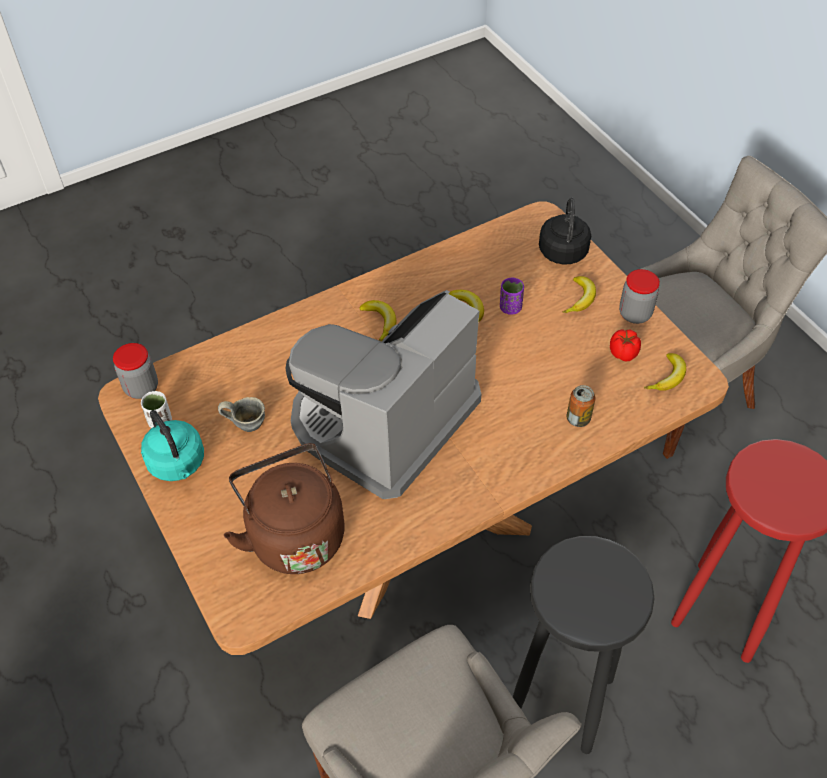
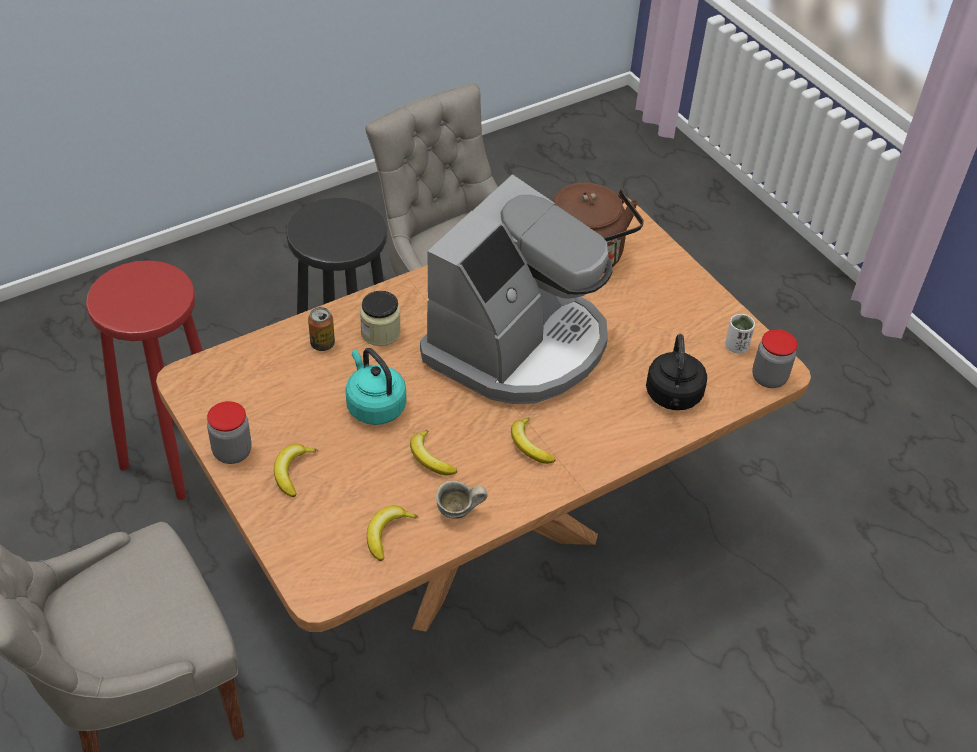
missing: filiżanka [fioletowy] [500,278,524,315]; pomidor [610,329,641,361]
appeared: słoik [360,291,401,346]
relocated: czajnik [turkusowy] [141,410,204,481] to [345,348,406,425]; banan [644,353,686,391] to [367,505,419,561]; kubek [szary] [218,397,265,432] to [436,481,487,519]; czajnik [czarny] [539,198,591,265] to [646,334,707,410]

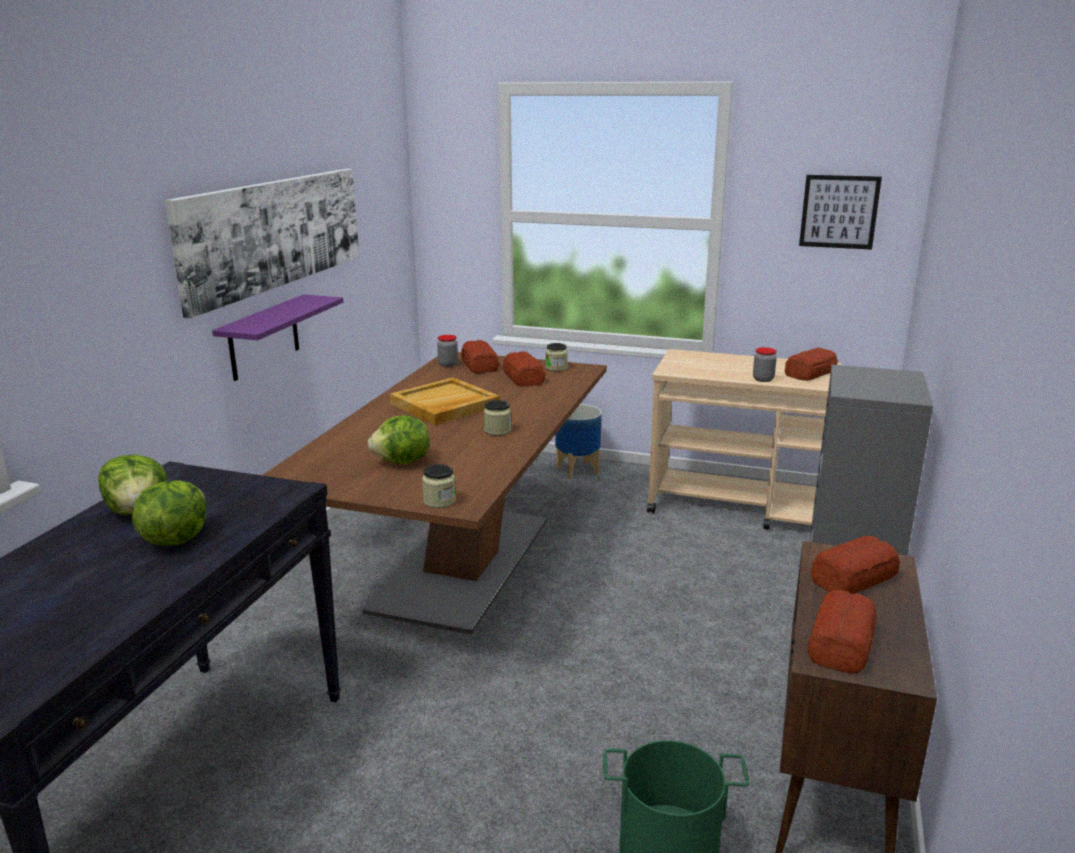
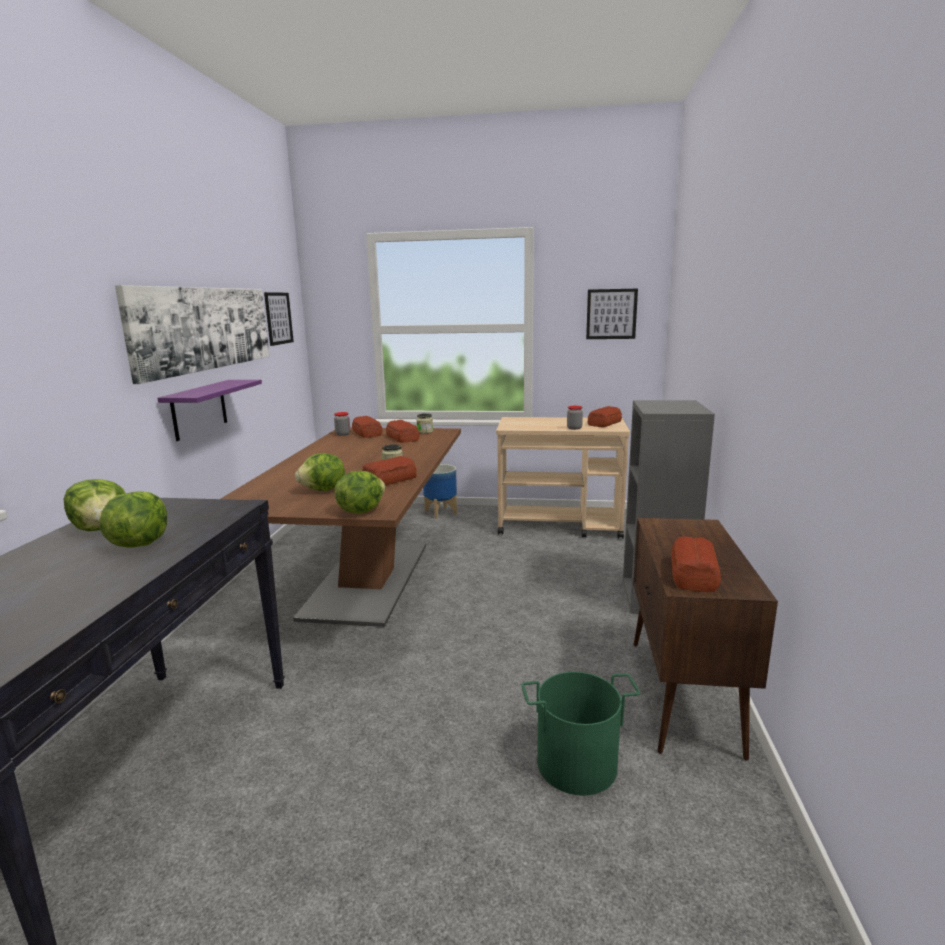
missing: taca [beżowy] [390,377,500,425]
appeared: obraz [264,292,294,346]
relocated: chleb [811,536,900,594] to [362,456,417,485]
exchanged: słoik [422,464,456,508] to sałata [334,471,385,513]

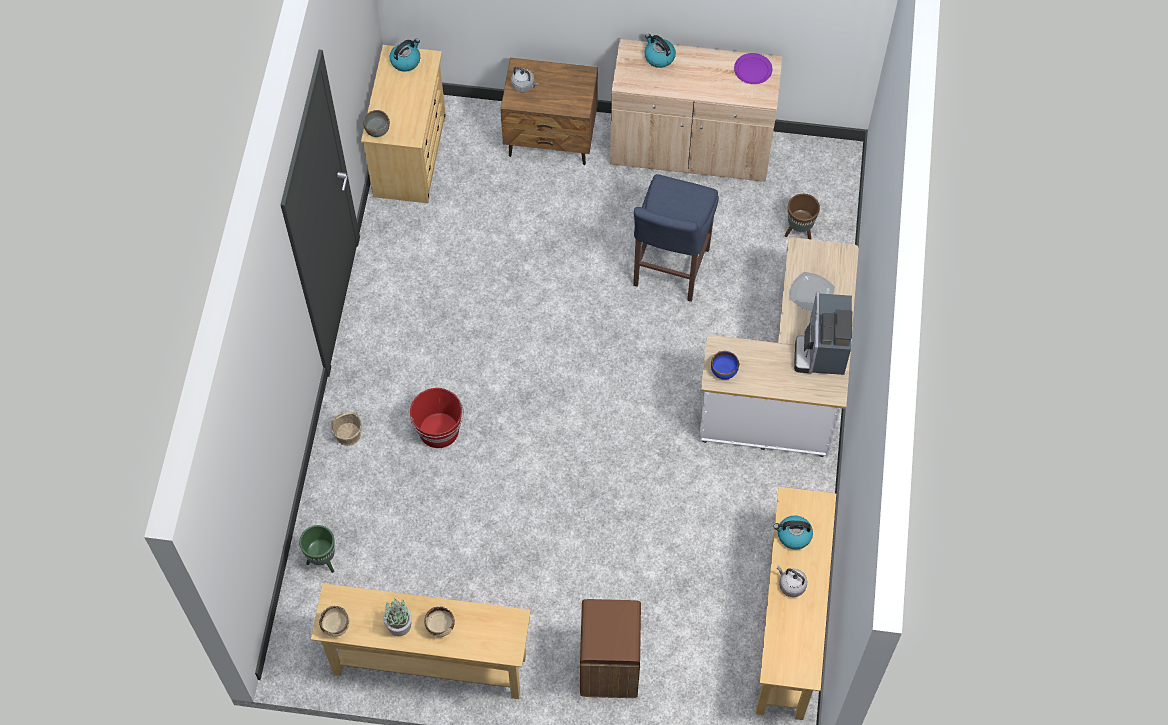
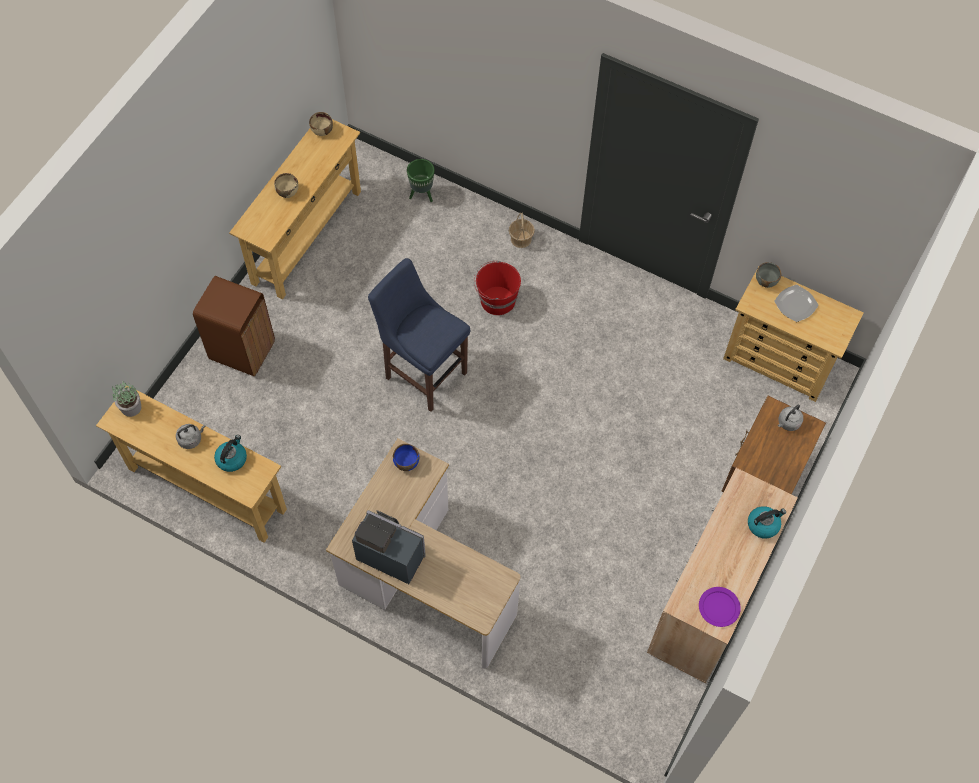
missing: czajnik [389,39,420,72]; donica [brązowy] [785,194,820,240]
relocated: roślina doniczkowa [383,598,412,636] to [112,381,141,417]; stołek [niebieski] [633,174,719,302] to [368,258,470,412]; talerz [789,272,835,311] to [774,285,818,322]

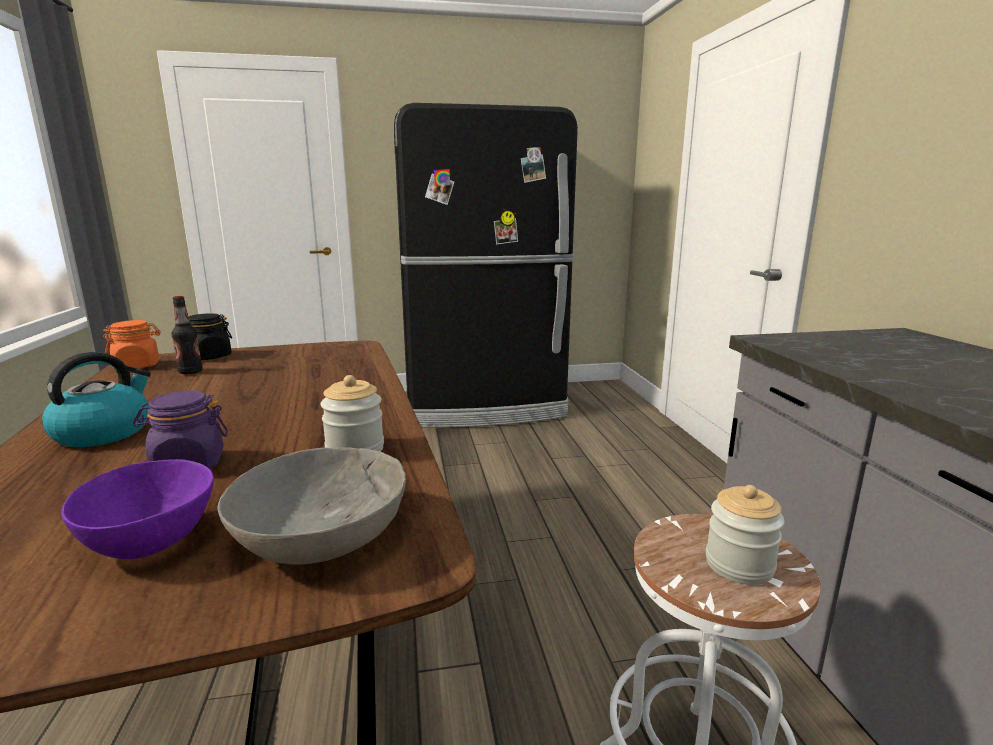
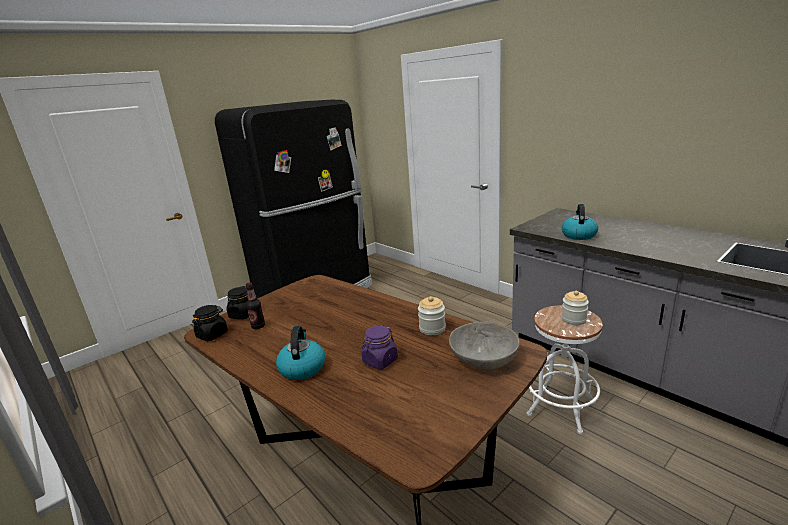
missing: miska [fioletowy] [61,459,214,559]
appeared: czajnik [562,204,598,240]
colour: słoik [pomarańczowy] [103,320,161,369] to słoik [czarny] [192,305,228,341]

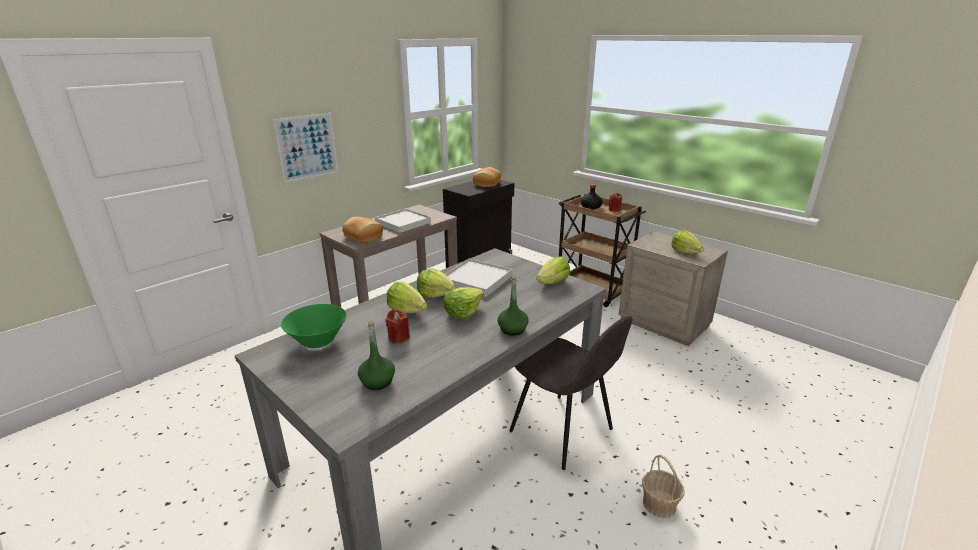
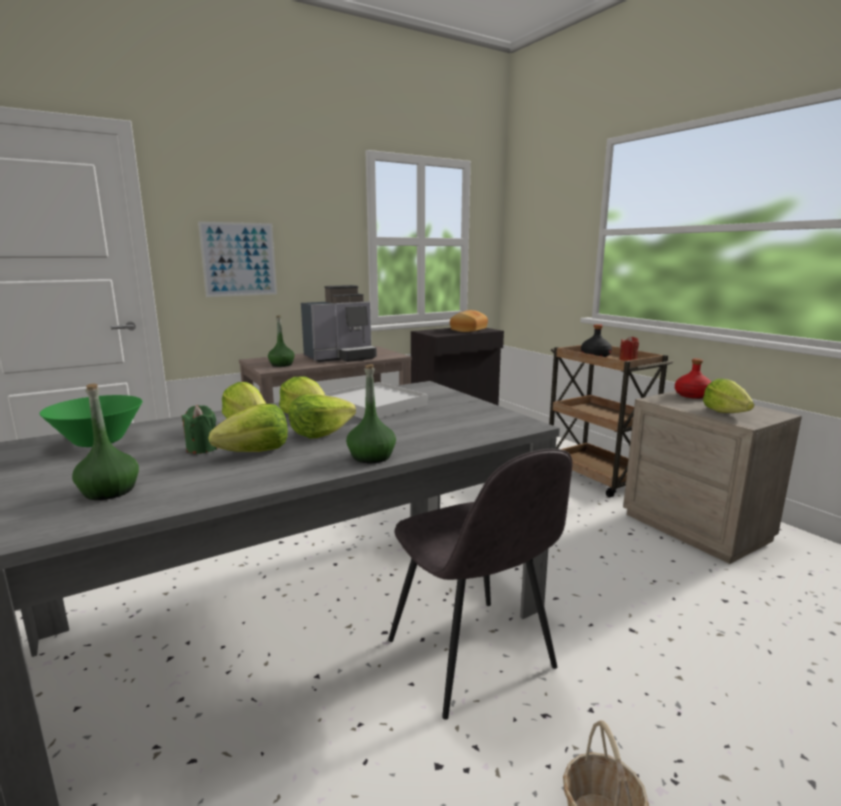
appeared: butelka [czerwony] [675,359,711,399]
relocated: sałata [537,257,570,284] to [208,404,288,452]
exchanged: chleb [342,217,383,243] to butelka [zielony] [268,315,295,367]; taca [biały] [375,209,431,233] to ekspres do kawy [301,285,377,362]
colour: świeca [czerwony] [385,309,410,343] to świeca [zielony] [181,405,218,454]

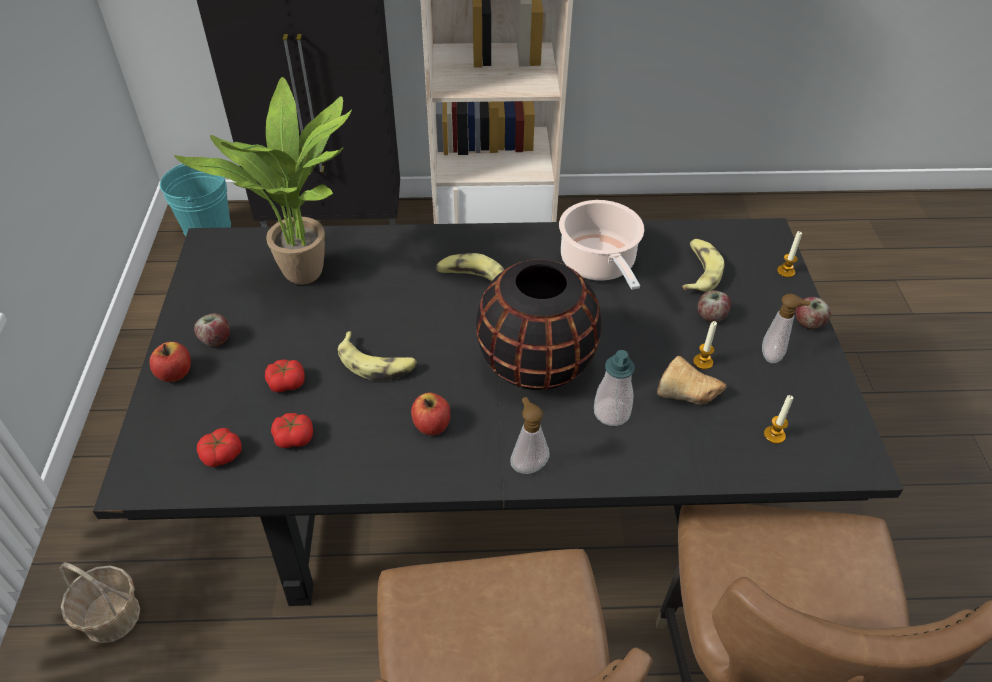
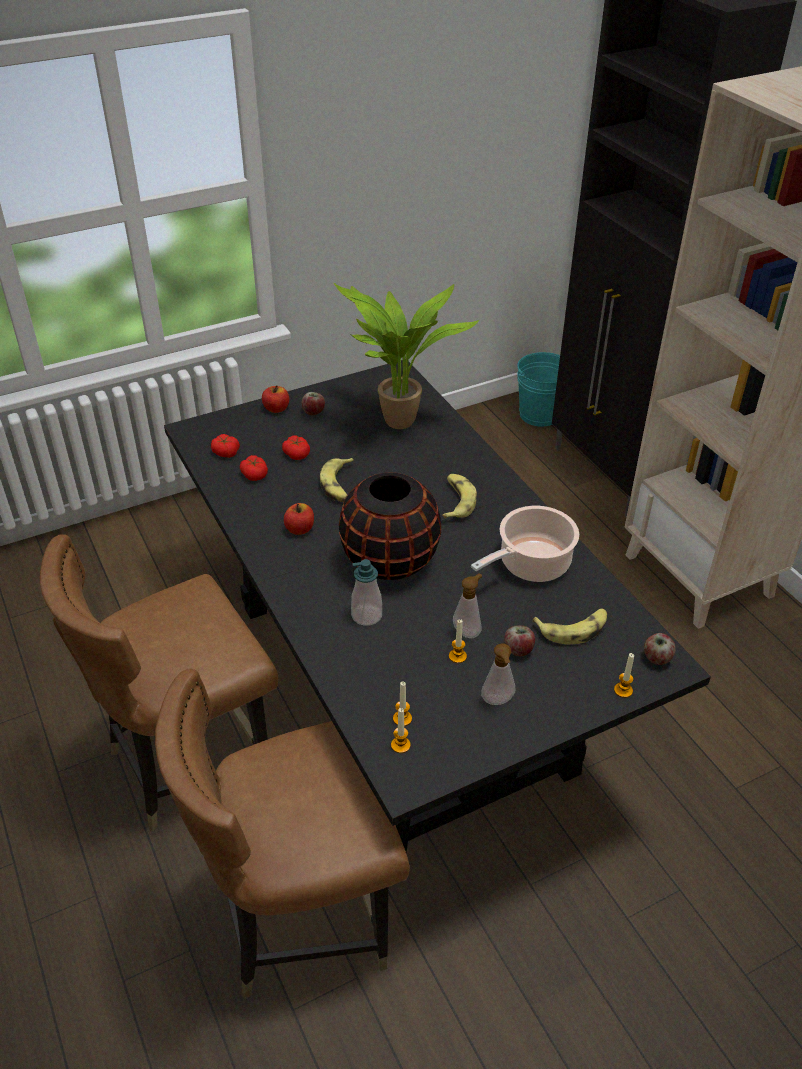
missing: koszyk [59,562,140,643]; chleb [657,356,727,405]
appeared: świeca [391,708,411,753]
relocated: dozownik mydła [510,397,549,474] to [453,573,482,638]; jabłko [795,297,831,329] to [644,633,676,665]

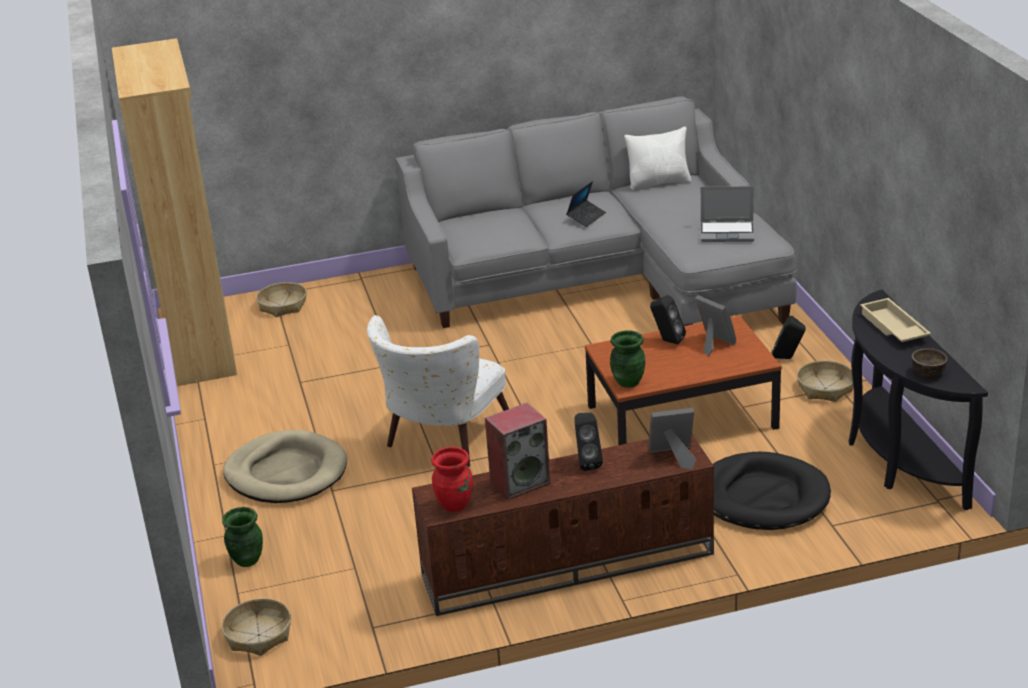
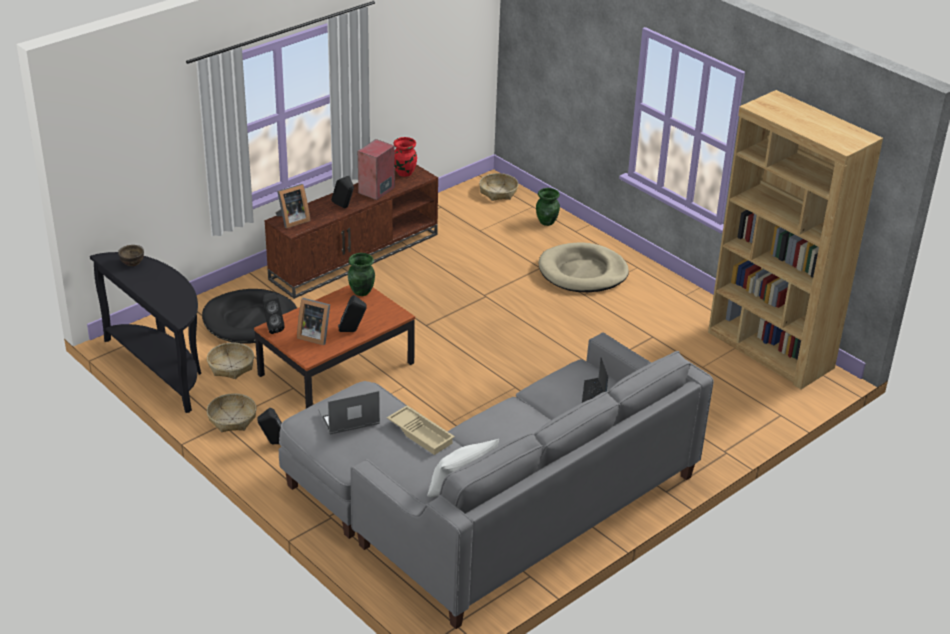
missing: fotel [biały] [367,315,509,467]
appeared: głośnik [czarny] [262,293,285,334]
relocated: koszyk [256,282,307,317] to [207,342,254,379]; taca [beżowy] [860,298,931,342] to [387,406,455,455]; laptop [566,181,606,227] to [582,358,608,403]

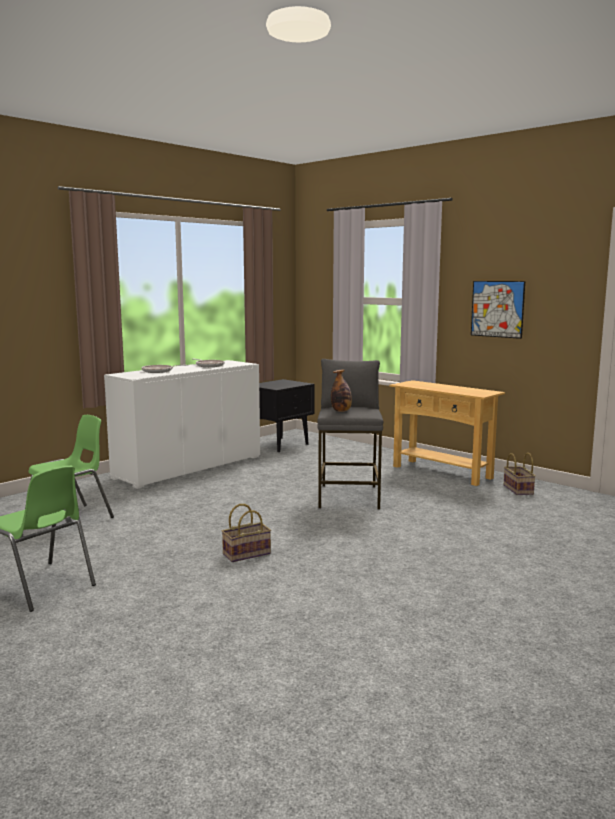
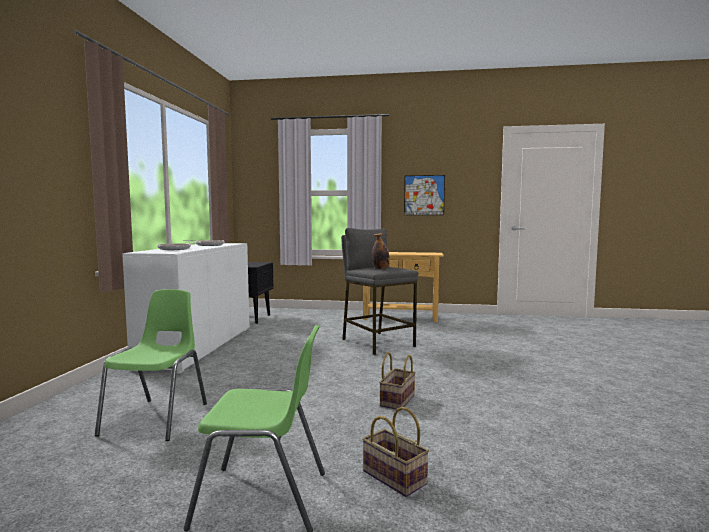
relocated: koszyk [504,453,536,495] to [362,407,429,497]

